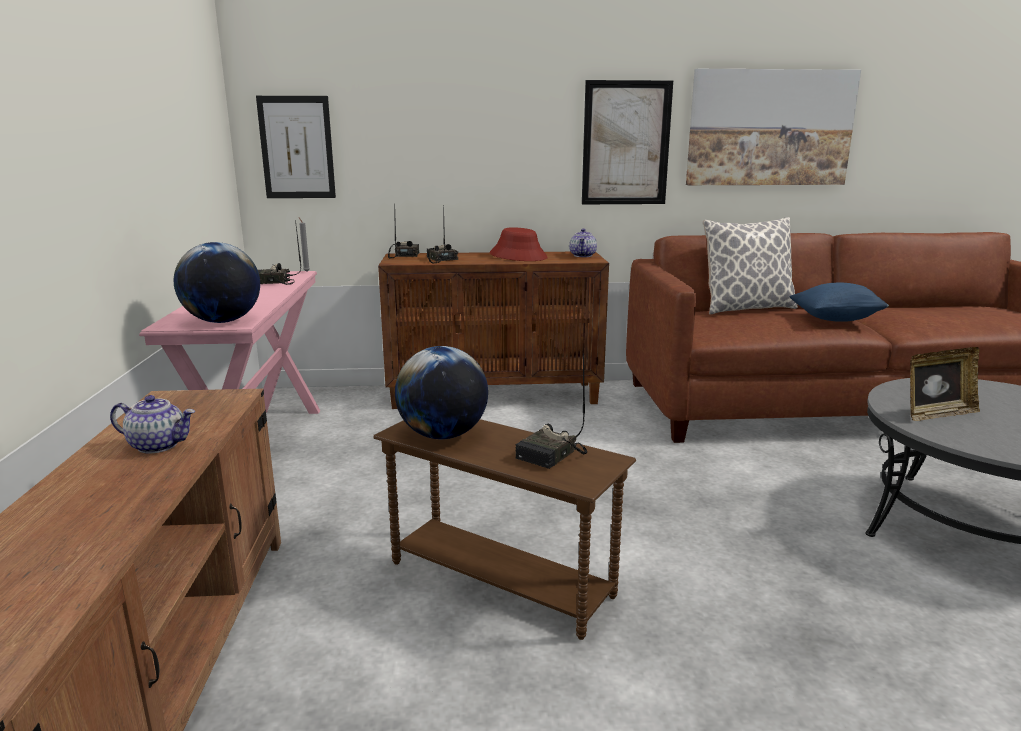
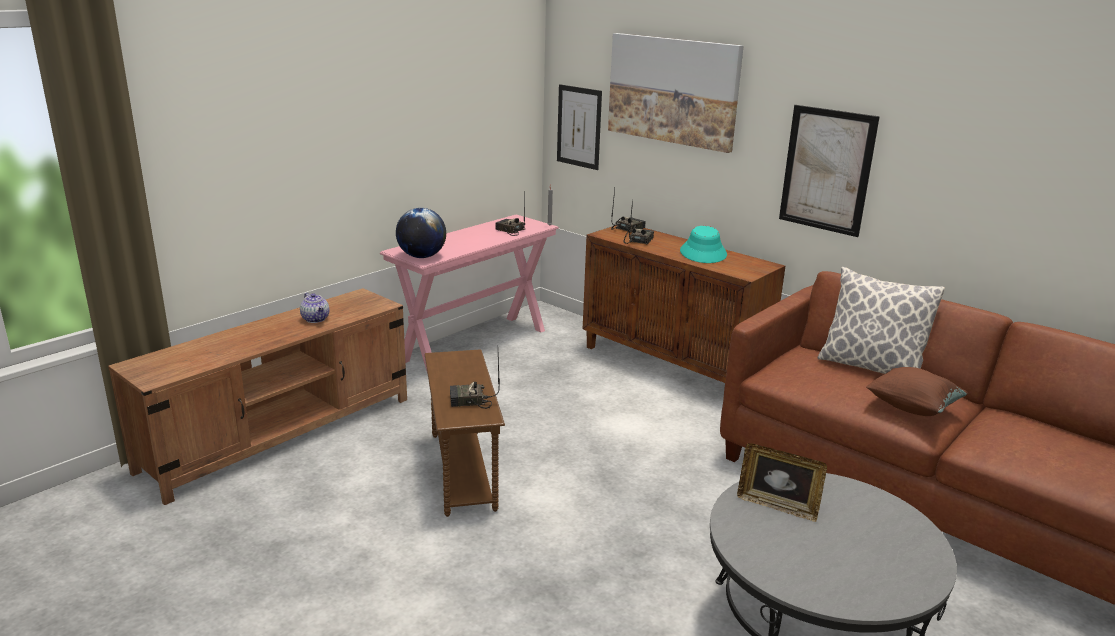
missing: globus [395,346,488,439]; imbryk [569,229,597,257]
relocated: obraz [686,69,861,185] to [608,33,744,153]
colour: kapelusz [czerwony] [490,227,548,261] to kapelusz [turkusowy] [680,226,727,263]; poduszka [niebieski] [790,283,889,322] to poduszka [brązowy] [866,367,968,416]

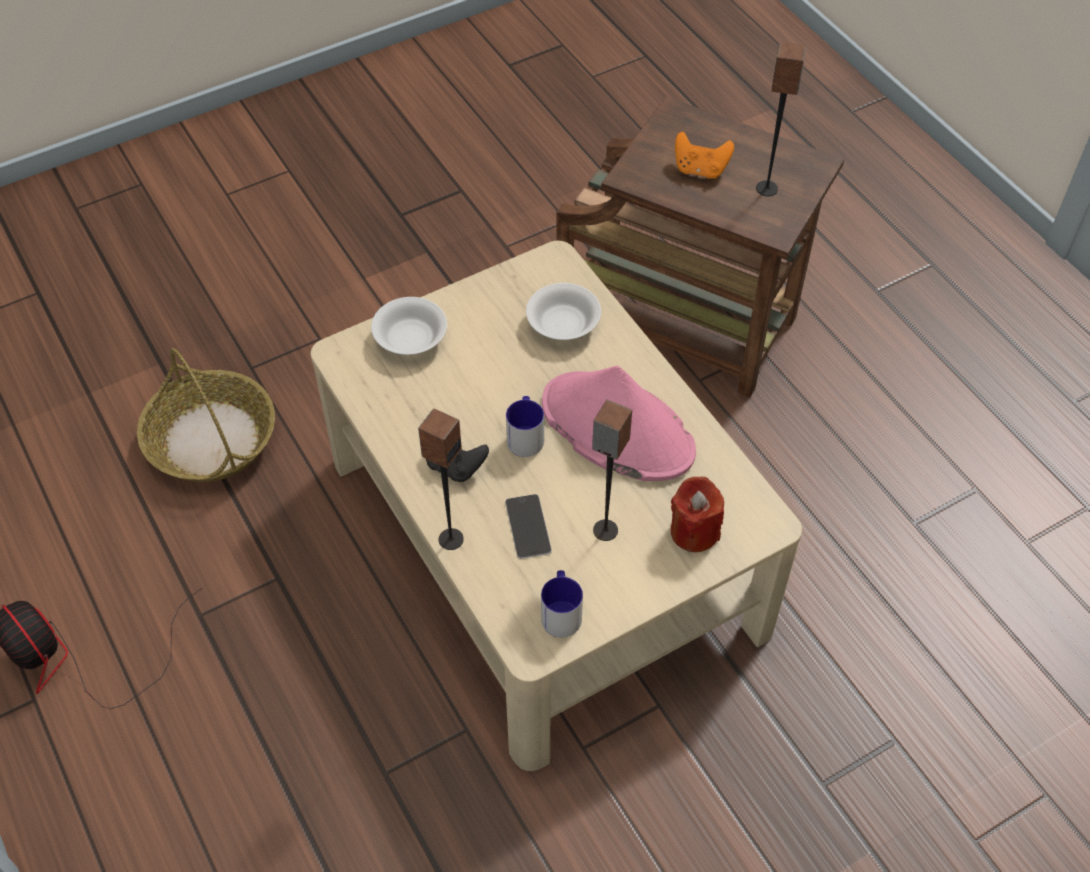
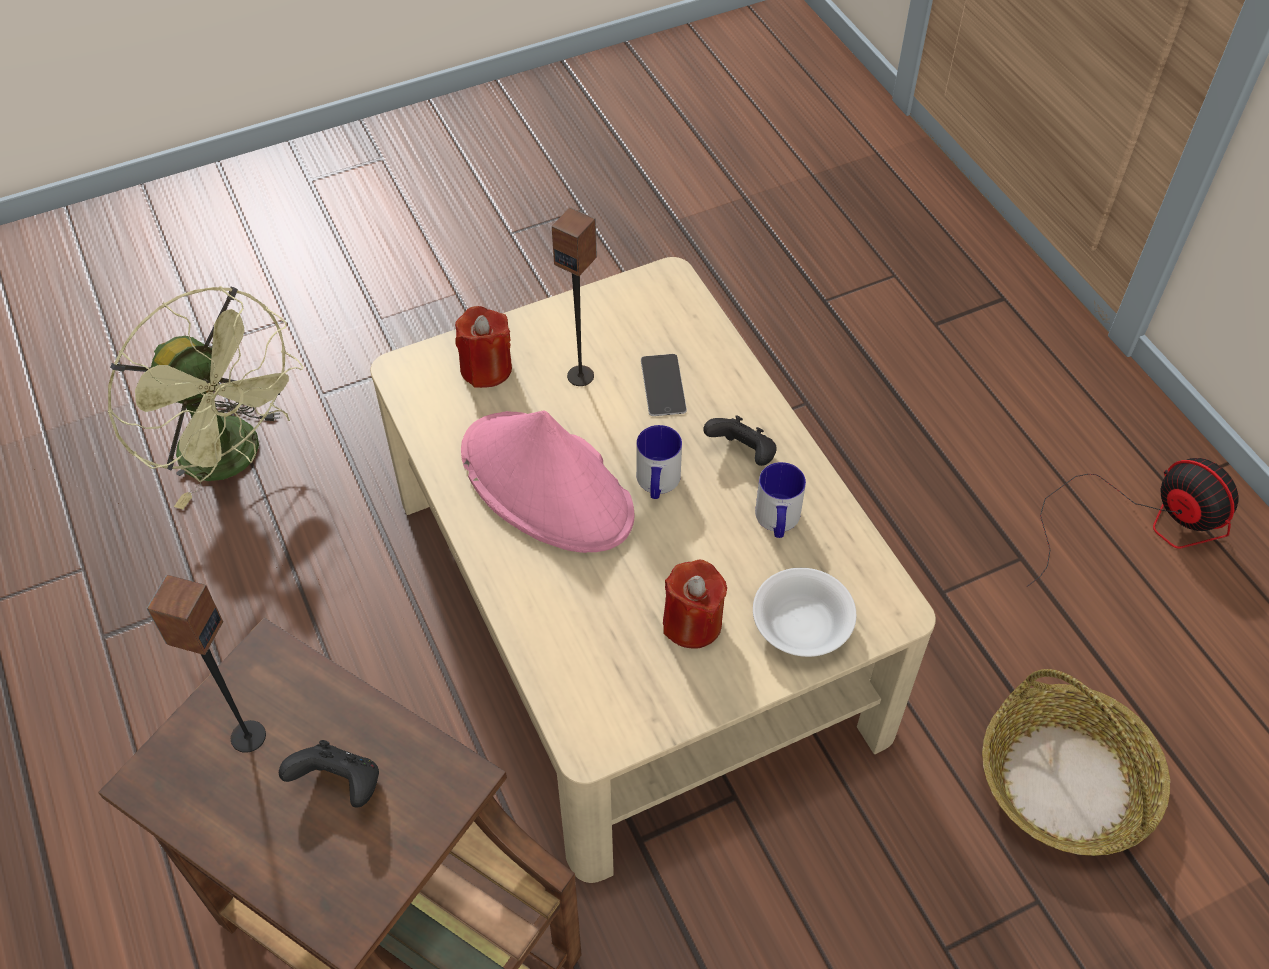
missing: głośnik [418,408,464,550]; miska [biały] [526,283,601,340]
appeared: wentylator [zielony] [107,286,304,510]; świeca [czerwony] [663,560,727,649]
relocated: kubek [541,570,583,637] to [755,462,806,538]
colour: pad do gier [pomarańczowy] [675,132,734,179] to pad do gier [czarny] [279,740,379,807]

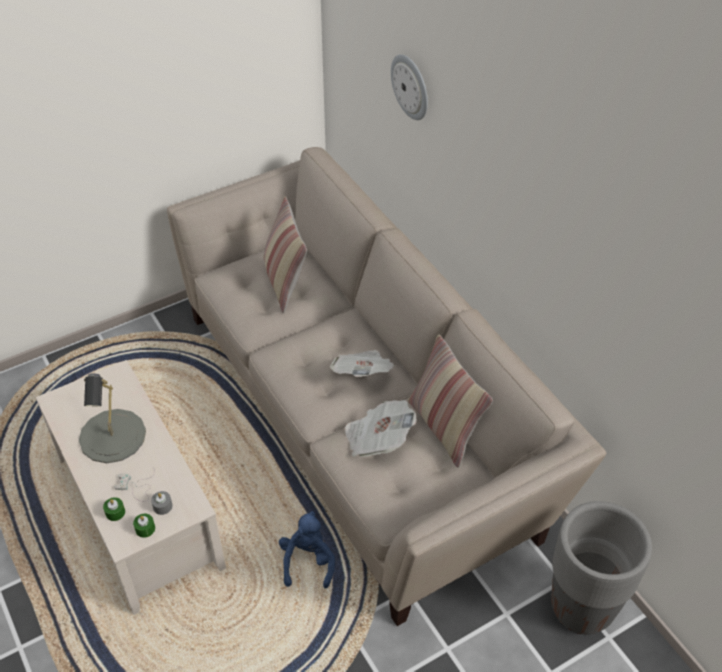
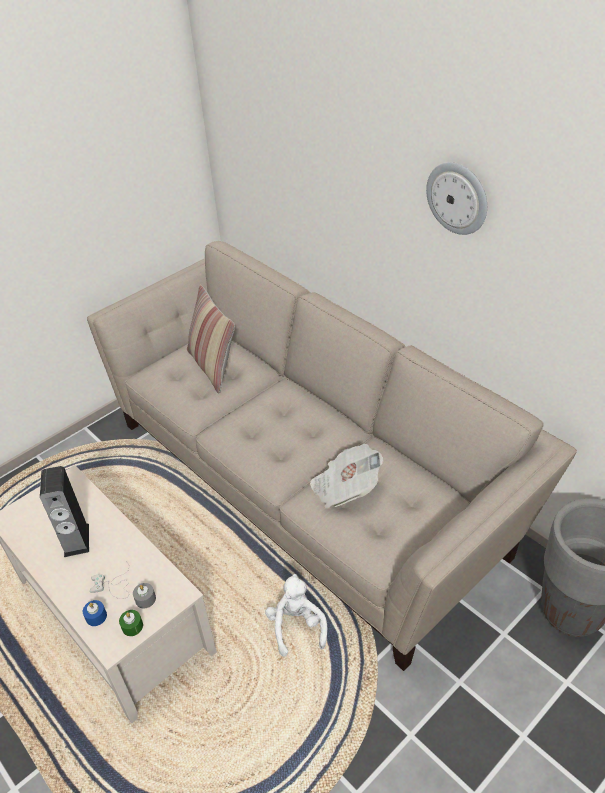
missing: gazeta [330,350,395,377]; poduszka [408,334,493,468]
relocated: zegar ścienny [391,54,428,120] to [426,162,487,235]
exchanged: lampa stołowa [szary] [79,374,146,463] to głośnik [40,466,89,557]
colour: świeca [zielony] [103,497,125,521] to świeca [niebieski] [83,600,107,626]; pluszak [niebieski] [279,511,335,588] to pluszak [biały] [265,574,327,657]

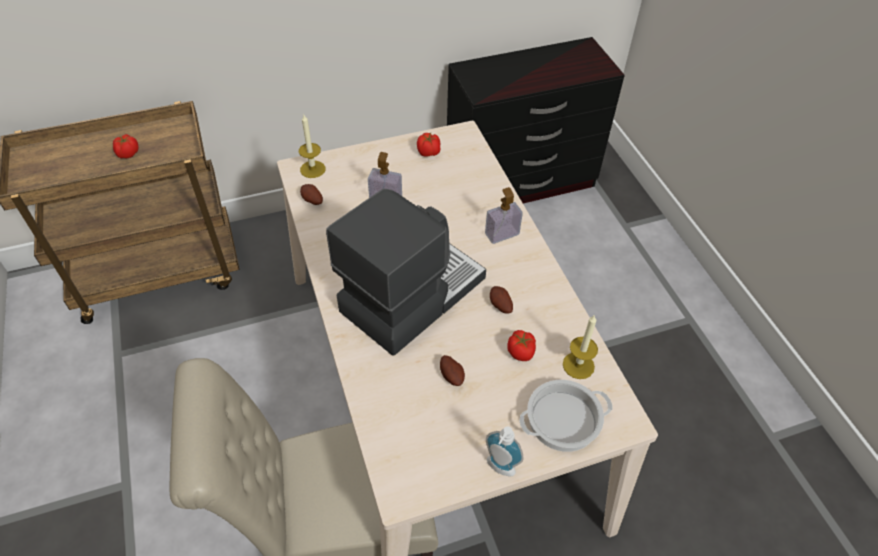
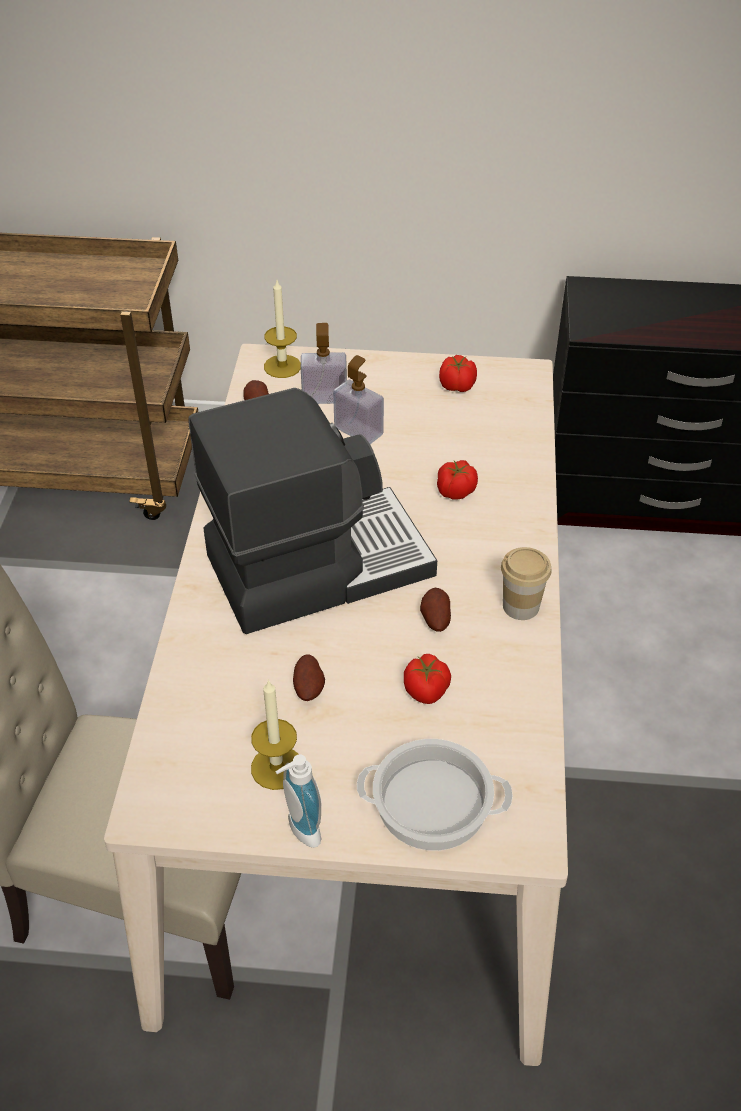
appeared: filiżanka [501,547,552,620]
relocated: świeca [563,314,598,379] to [251,679,299,790]; dozownik mydła [485,187,523,244] to [301,323,347,404]; pomidor [113,134,139,158] to [437,460,478,499]

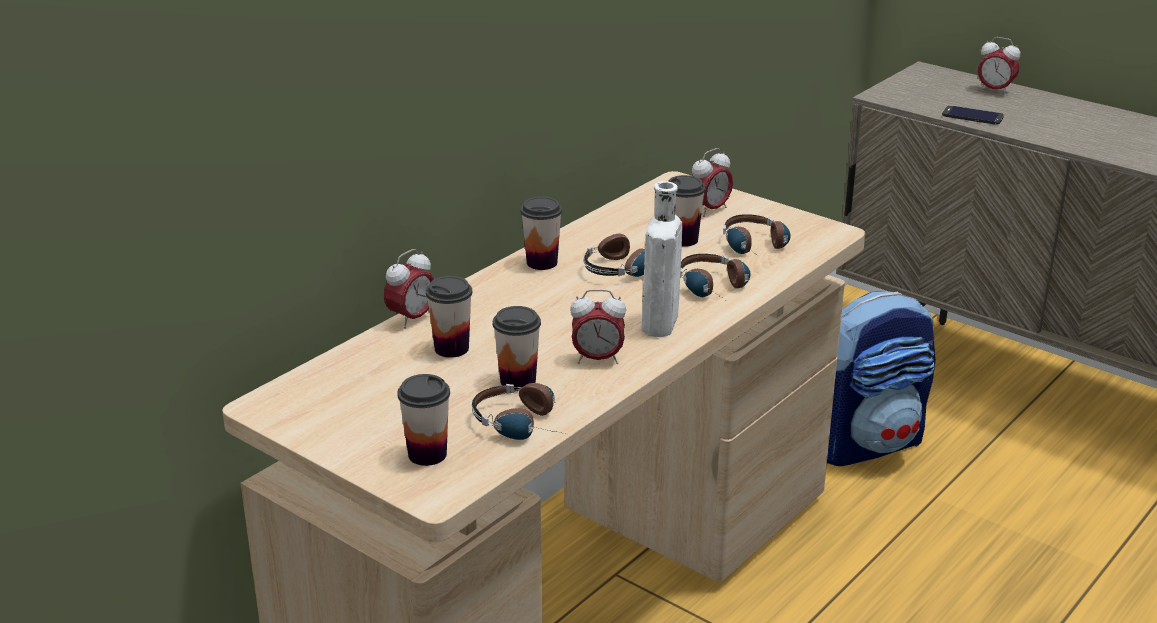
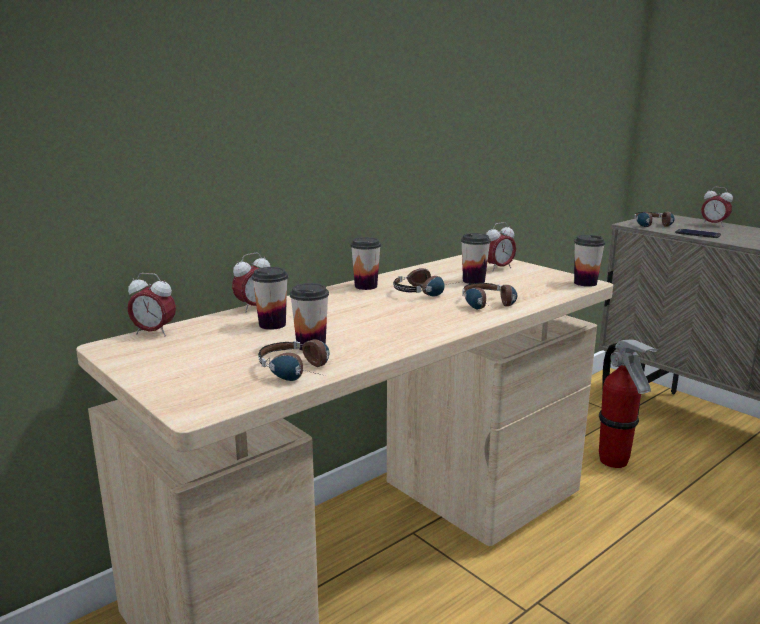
missing: butelka [biały] [642,181,683,337]
relocated: budzik [570,290,626,364] to [128,273,176,337]; filiżanka [398,374,450,466] to [574,235,605,287]; słuchawki [723,214,791,254] to [634,212,675,227]
exchanged: plecak [827,291,936,466] to gaśnica [599,340,658,468]

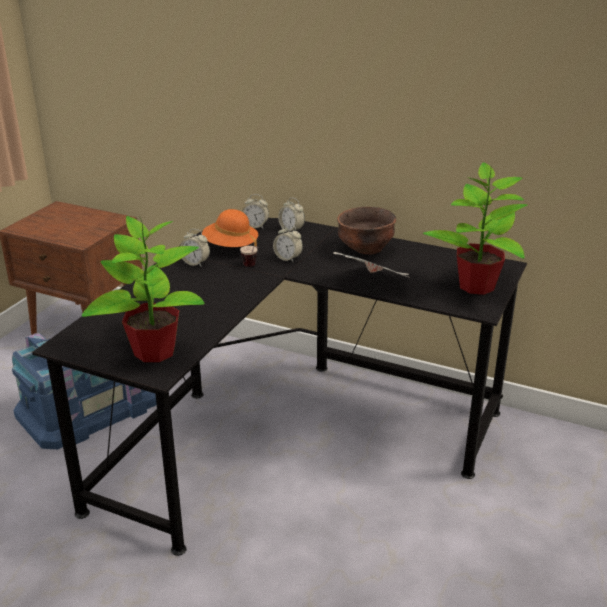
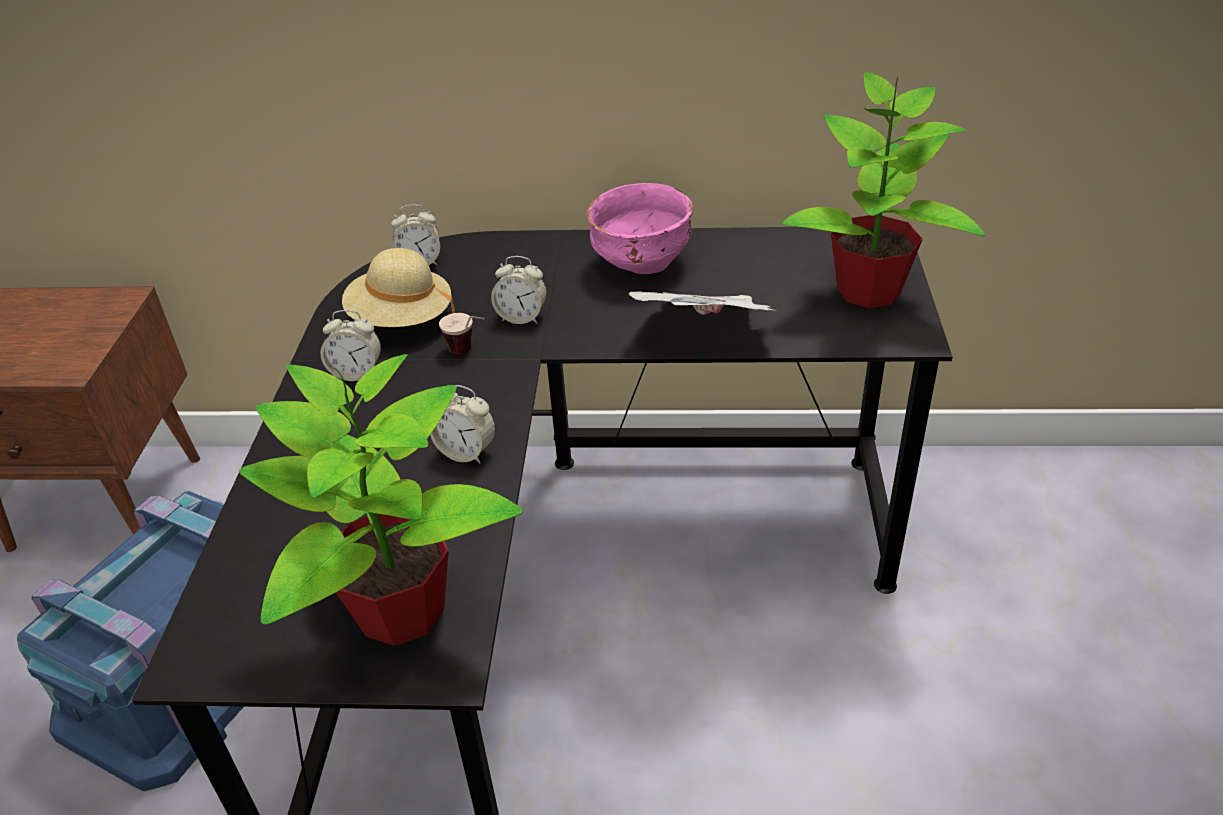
relocated: budzik [278,198,305,231] to [430,385,496,464]
colour: kapelusz [pomarańczowy] [202,209,258,247] to kapelusz [beżowy] [342,248,455,327]; miska [brązowy] [337,207,396,254] to miska [różowy] [587,183,693,274]

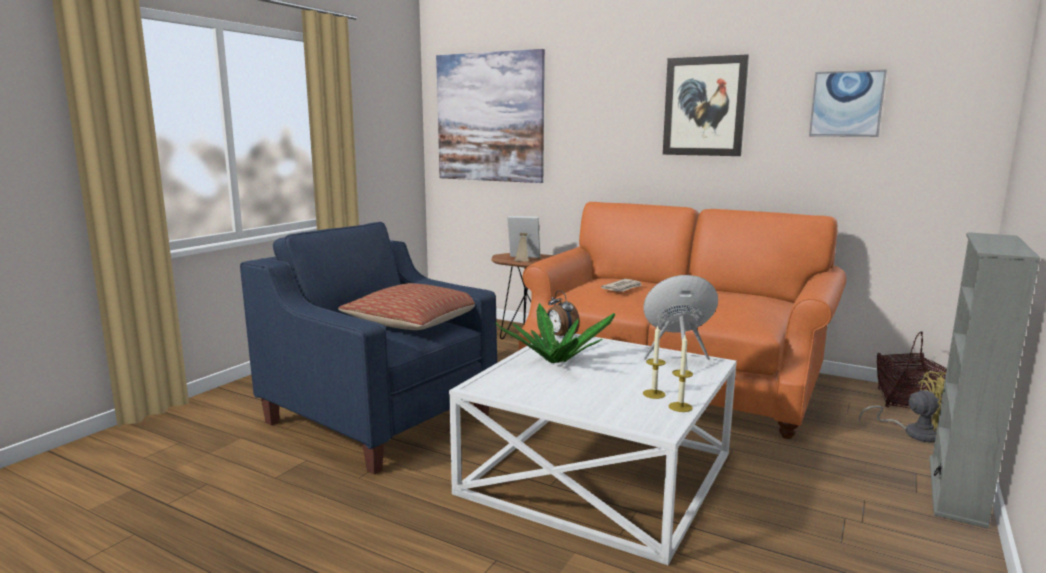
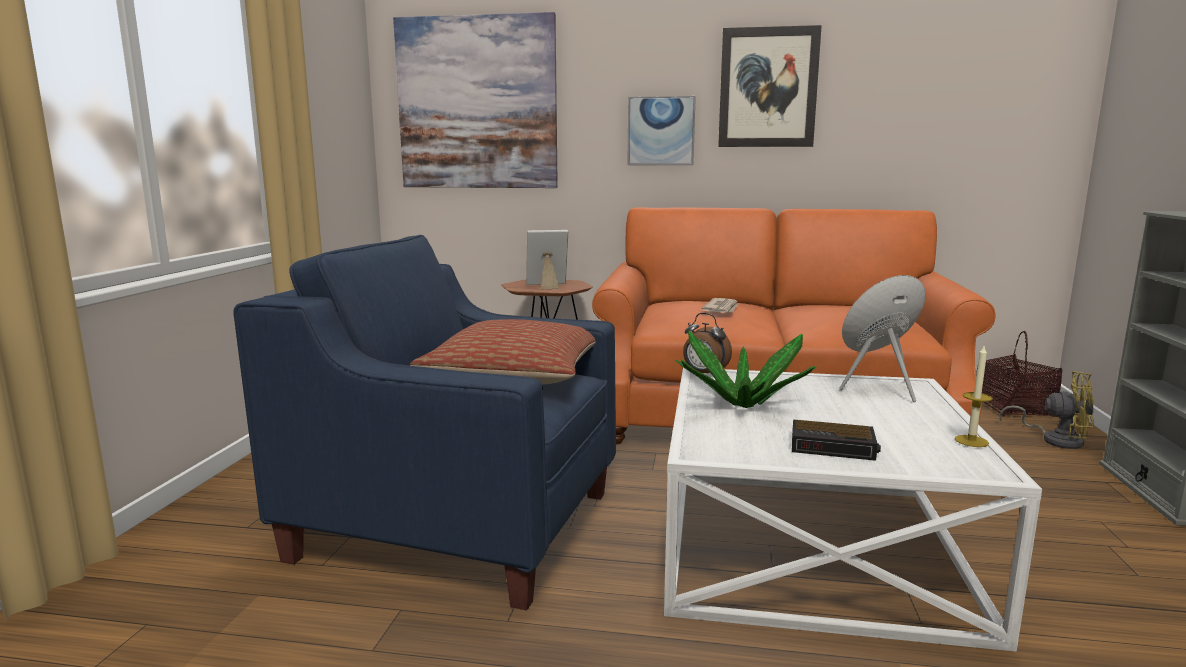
missing: świeca [643,326,666,399]
appeared: budzik [792,420,881,461]
relocated: obraz [809,69,887,137] to [627,96,696,165]
spun: wentylator [żółty] [859,371,946,443] = [999,371,1094,449] 45 degrees clockwise

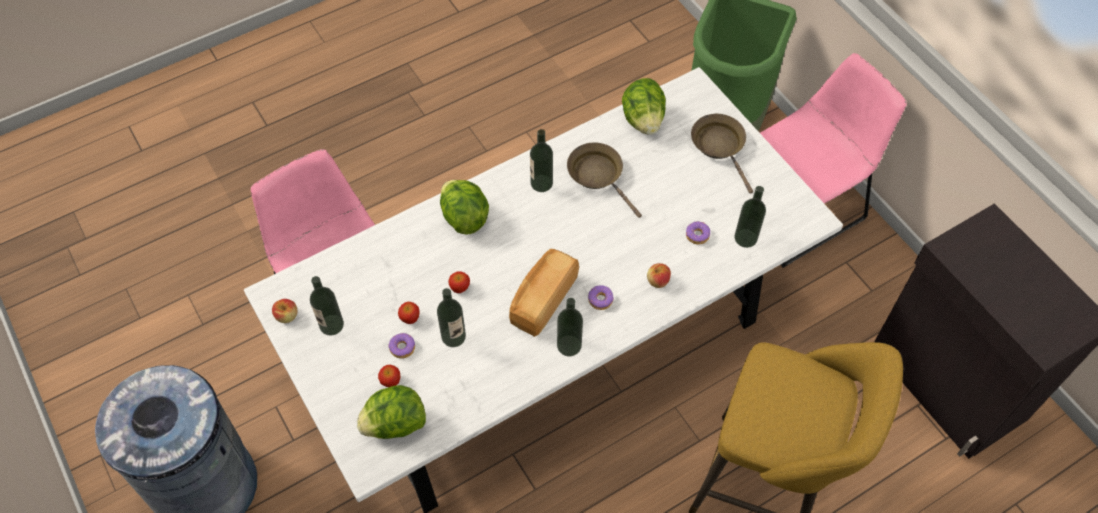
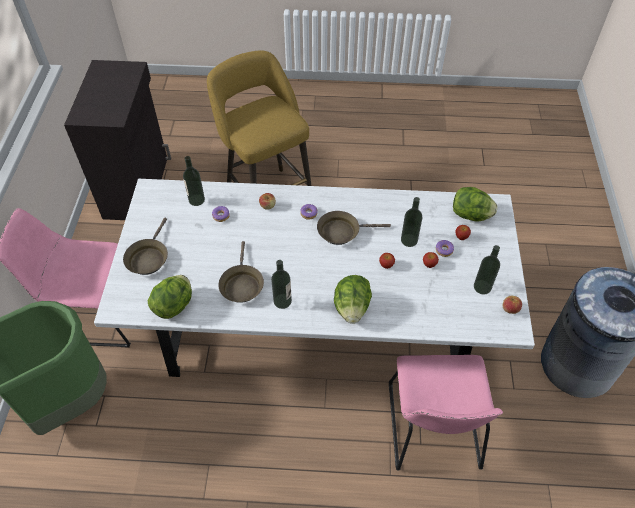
missing: butelka [557,298,583,356]
exchanged: chleb [509,249,579,337] to patelnia [brązowy] [317,211,391,245]

